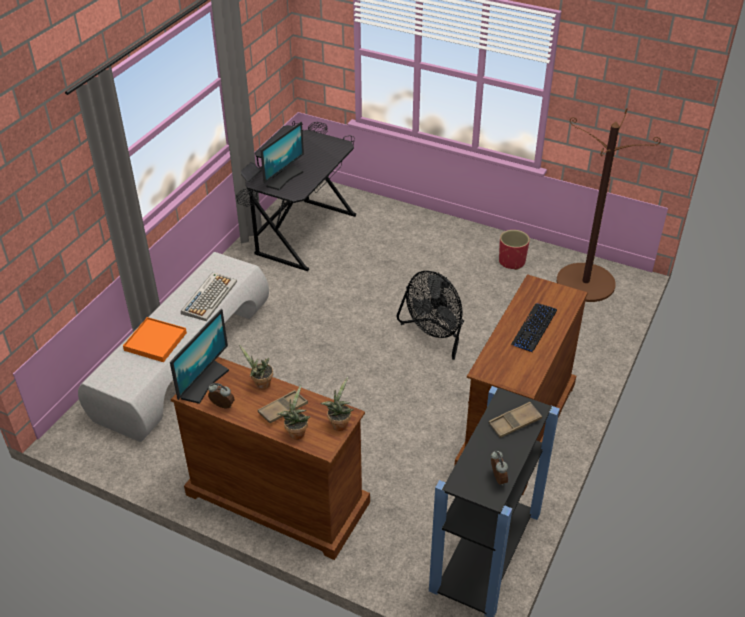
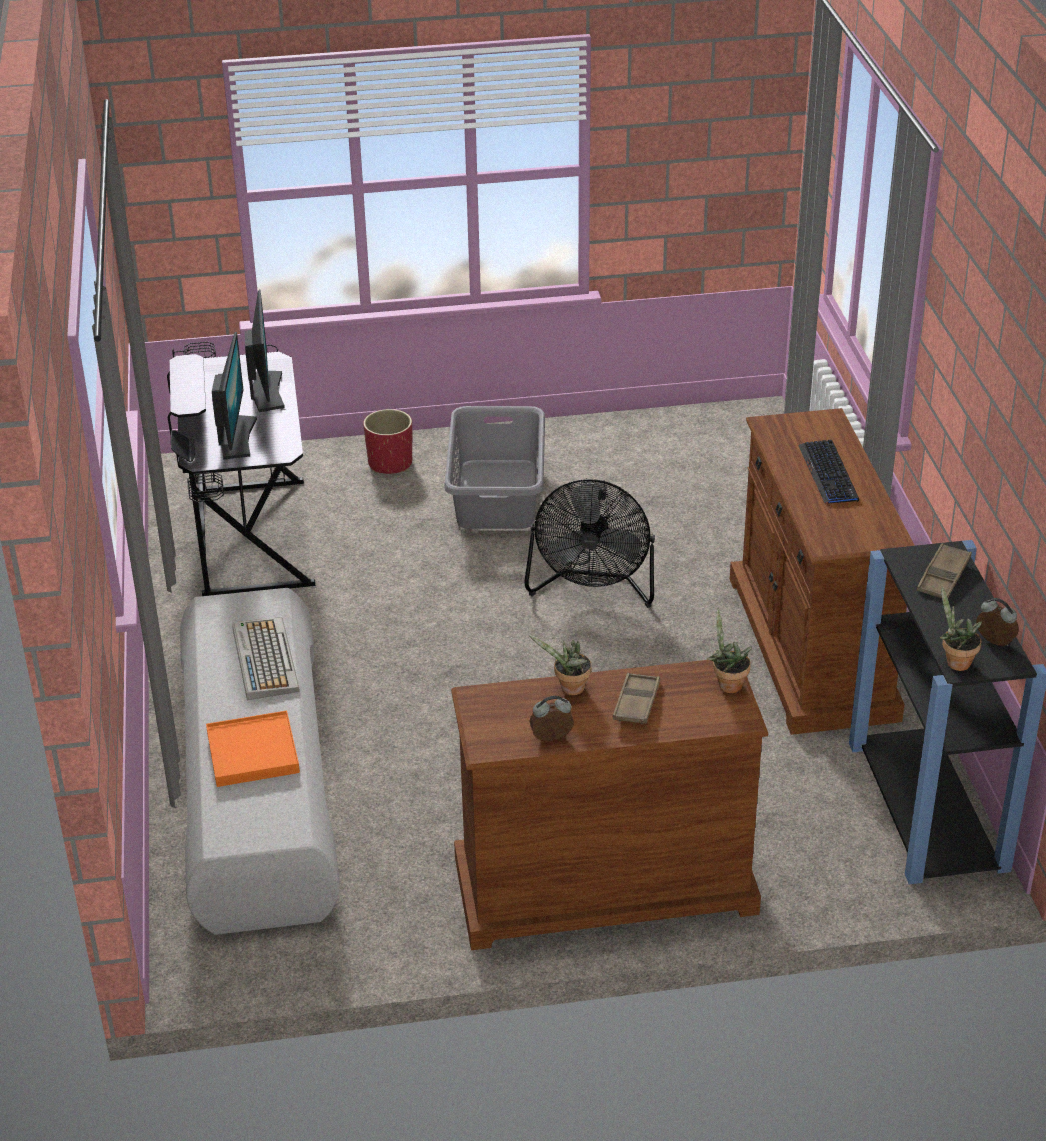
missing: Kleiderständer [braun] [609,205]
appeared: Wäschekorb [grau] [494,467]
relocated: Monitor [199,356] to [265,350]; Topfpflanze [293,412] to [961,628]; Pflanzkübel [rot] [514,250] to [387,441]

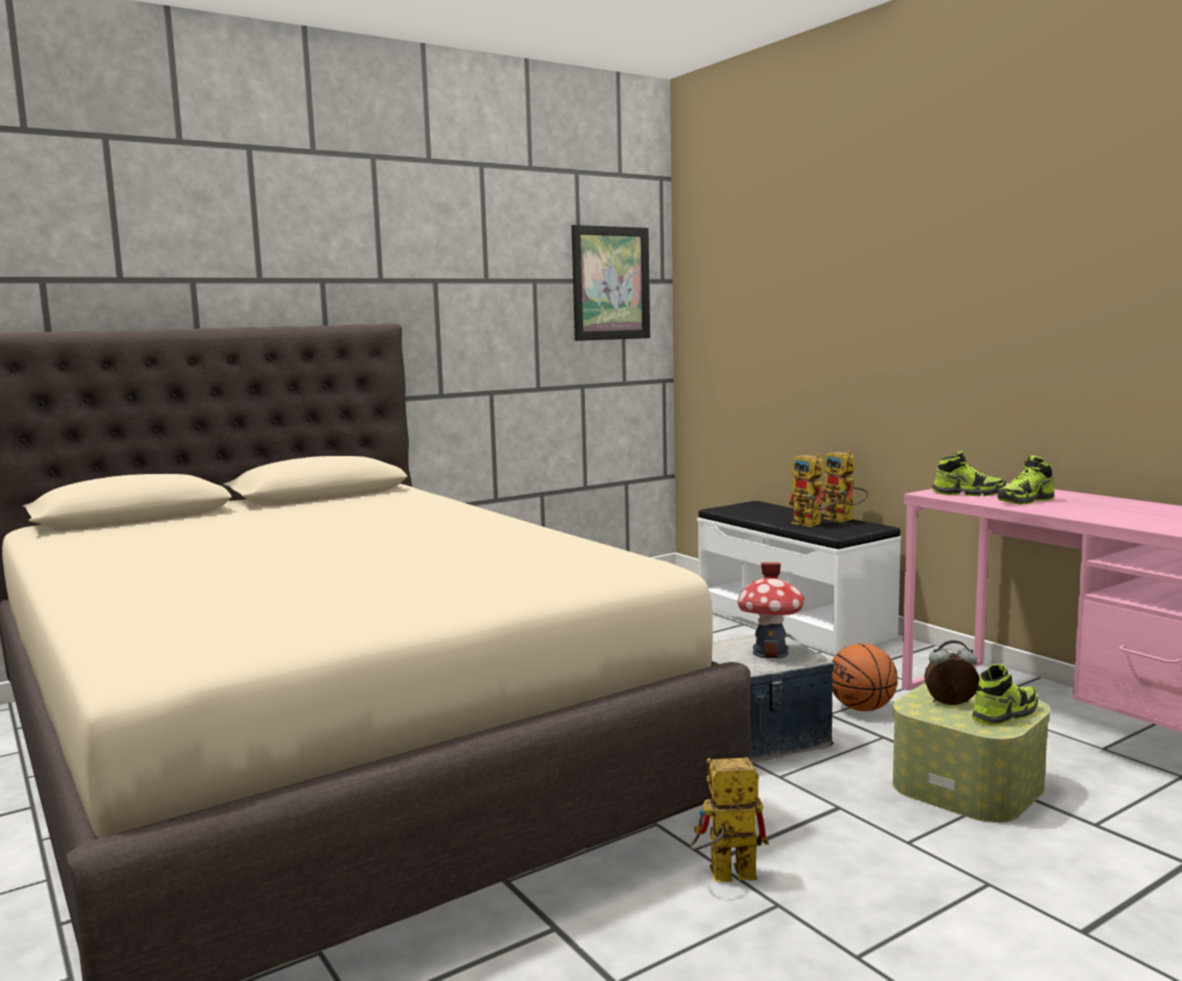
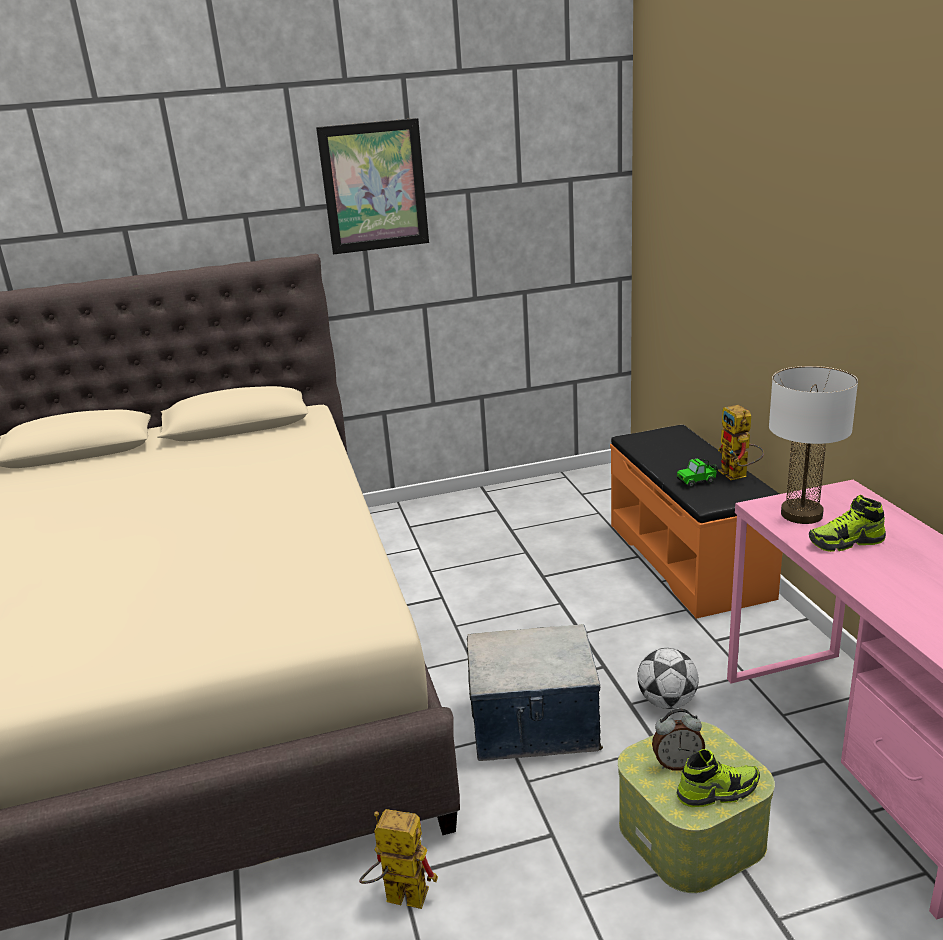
missing: Spielzeughaus [771,610]
relocated: Bild [610,283] to [372,186]
exchanged: Spielzeugroboter [812,490] to Spielzeugauto [697,473]; Basketball [865,677] to Fußball [668,678]; Schuh [969,474] to Tischlampe [813,445]
colour: Bank [weiß] [799,578] to Bank [orange] [696,522]
spun: Wecker [951,672] = [678,740] 150 degrees clockwise

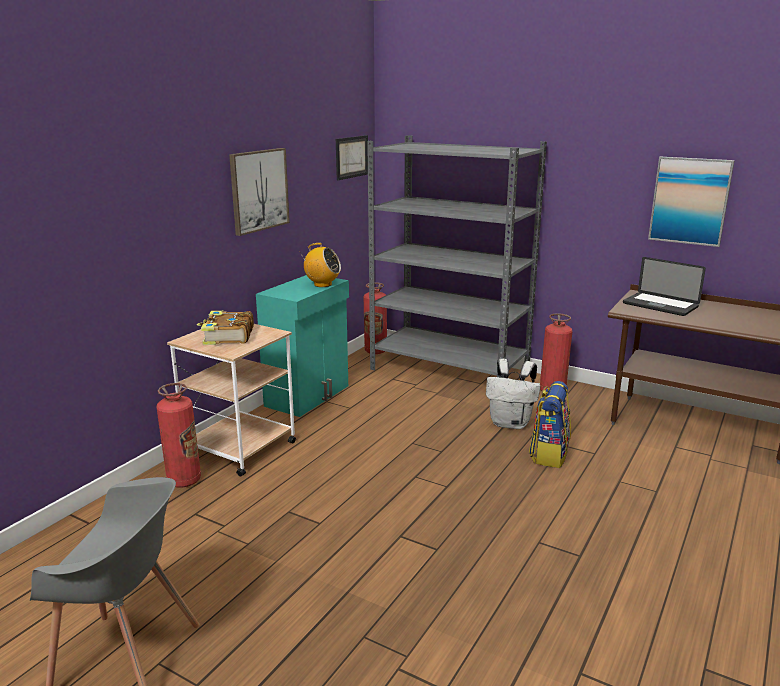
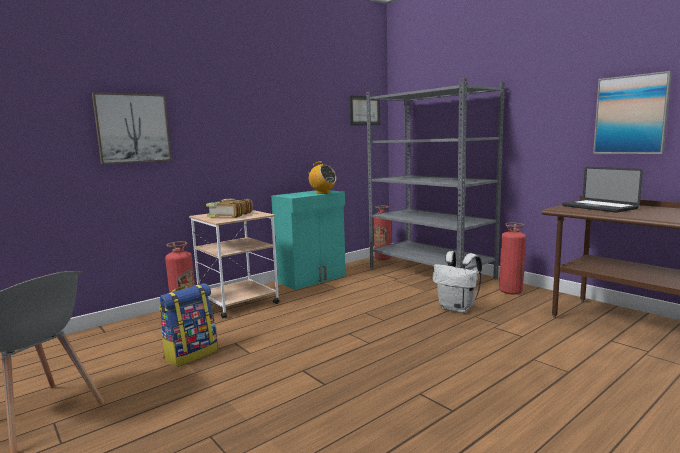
relocated: Bild [259,192] to [131,128]; Rucksack [550,424] to [188,325]

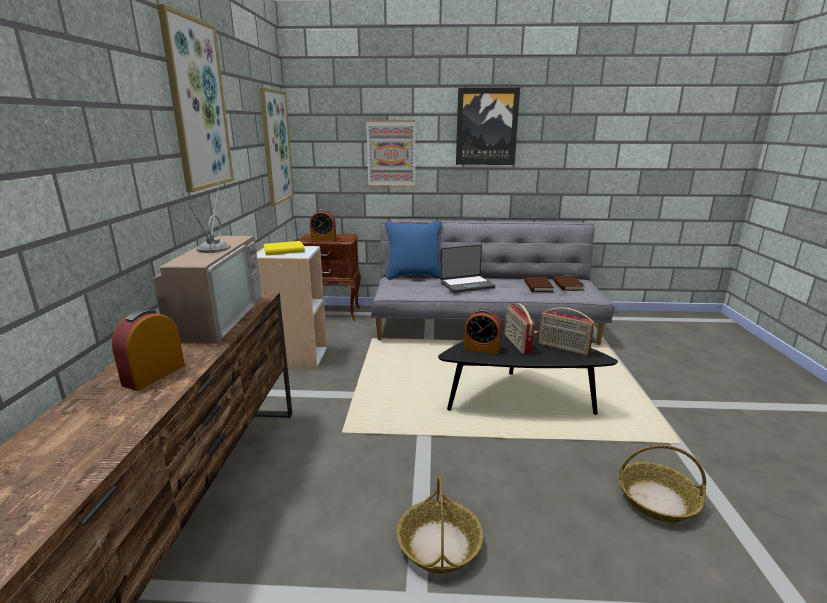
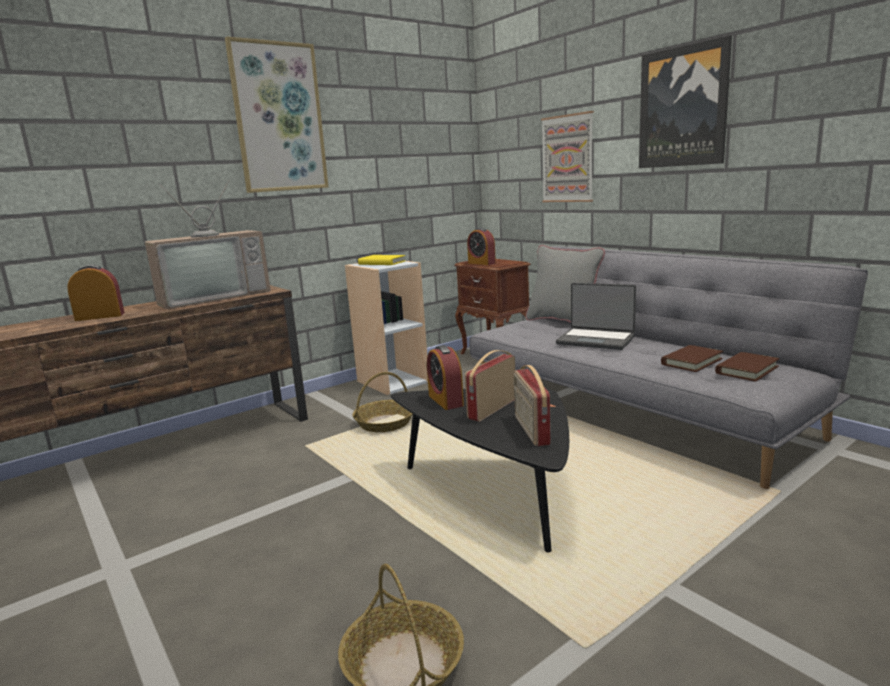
missing: Bild [276,147]
relocated: Korb [440,524] to [383,402]
colour: Kissen [blau] [413,250] to Kissen [grau] [565,284]

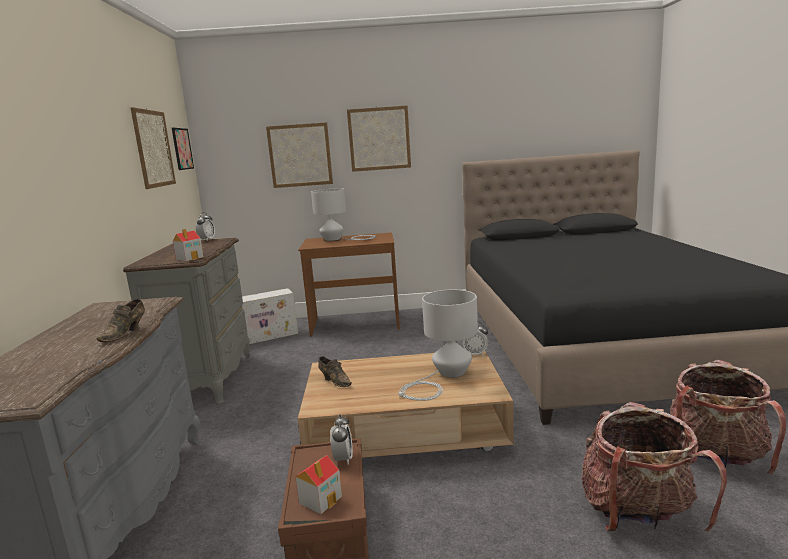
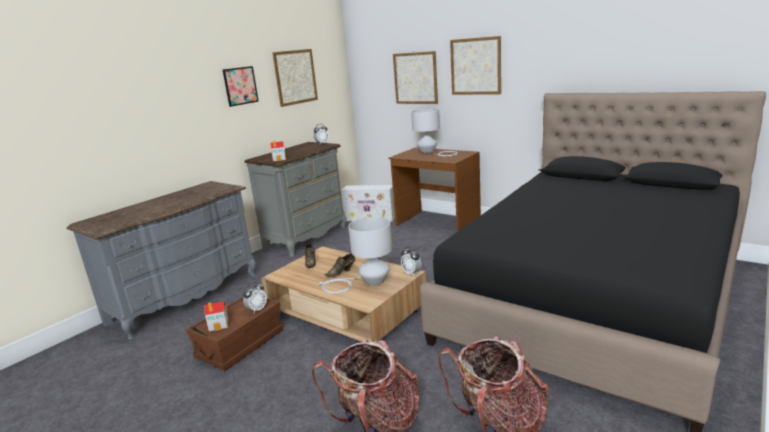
relocated: Schuh [braun] [120,320] to [339,265]; Bild [183,149] to [241,86]

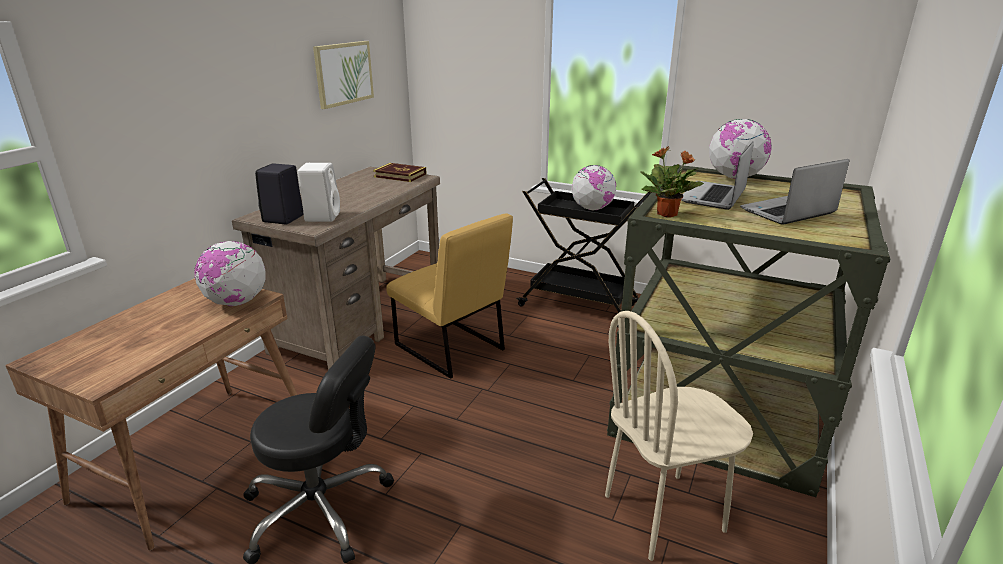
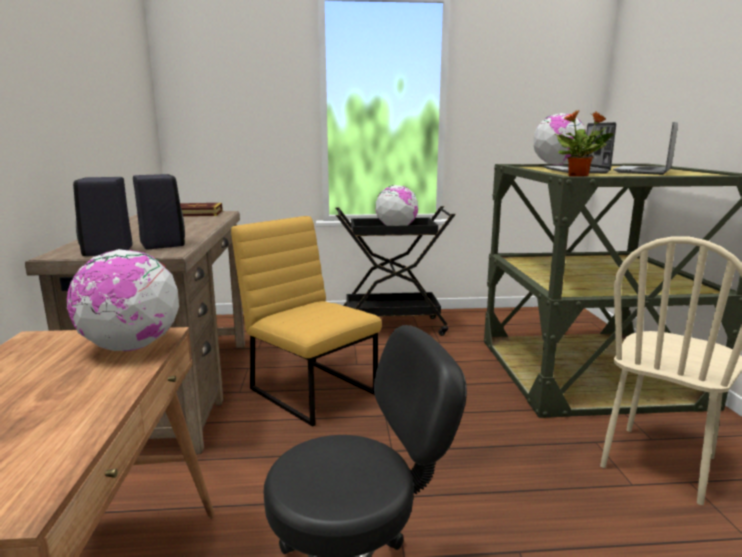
missing: Bild [343,75]
colour: Lautsprecher [weiß] [319,192] to Lautsprecher [schwarz] [159,211]
spun: Stuhl [gelb] [449,296] = [306,321] 150 degrees counterclockwise

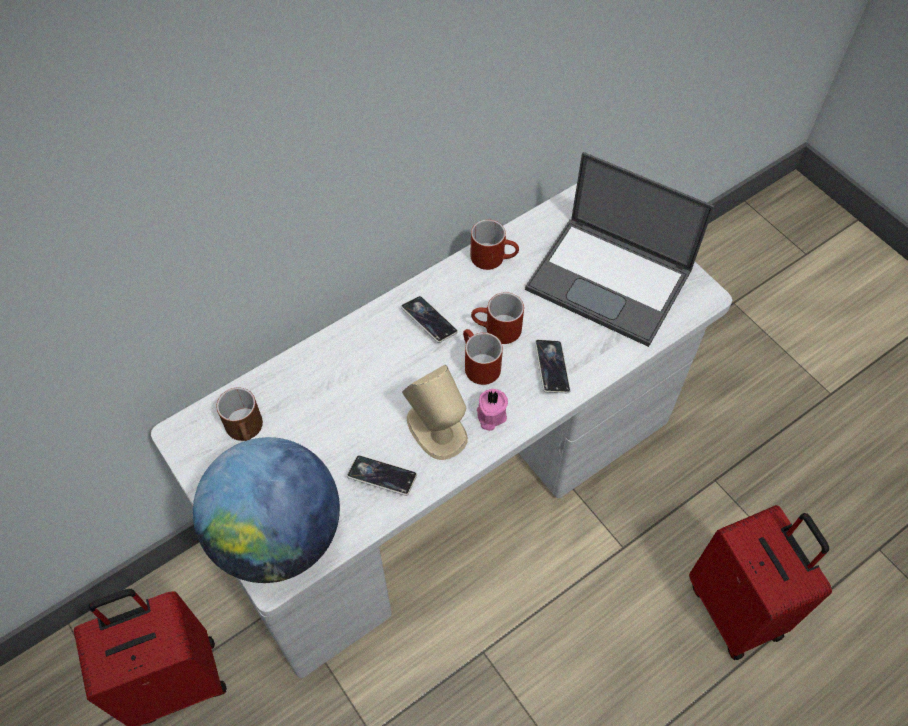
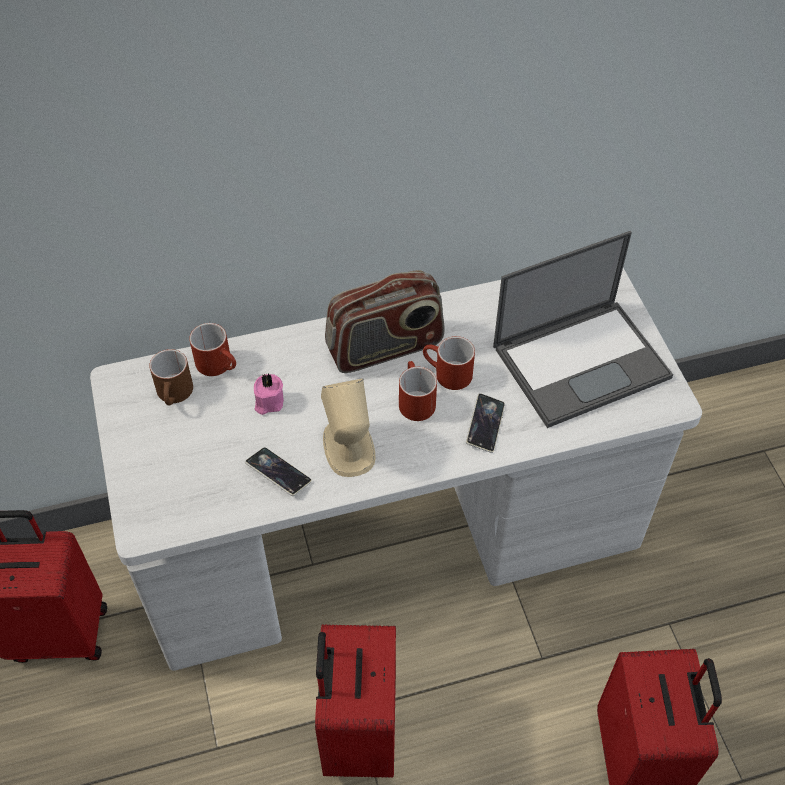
missing: Globus [266,510]
appeared: Koffer [rot] [355,701]
relocated: Henkelbecher [rot] [494,244] to [212,349]; Kerze [rosa] [492,410] to [269,394]
exchanged: Handy [429,319] to Radio [385,321]
spun: Laptop [619,249] = [583,329] 75 degrees counterclockwise

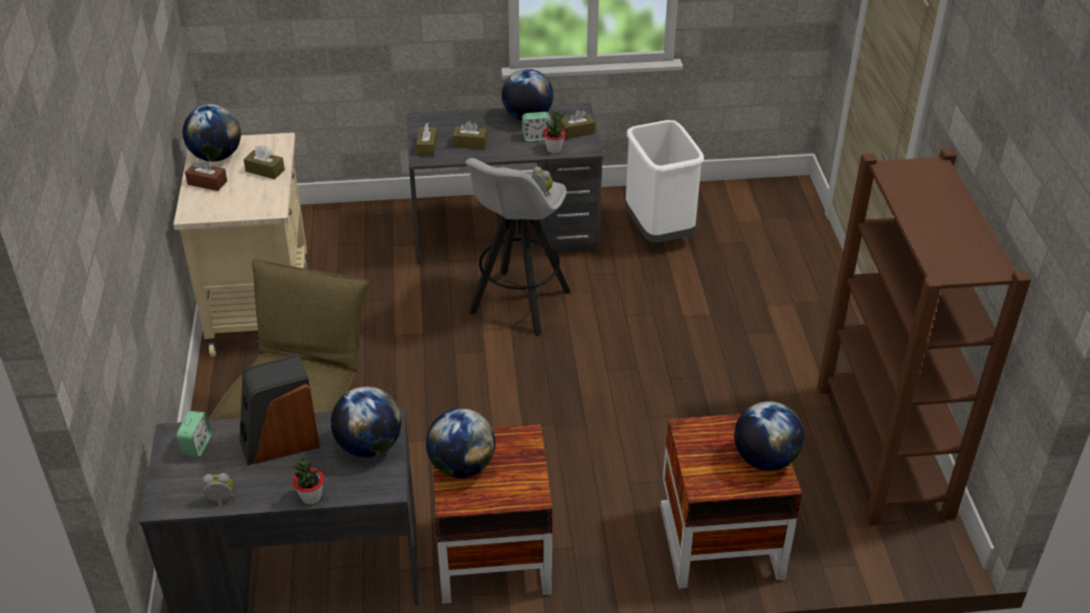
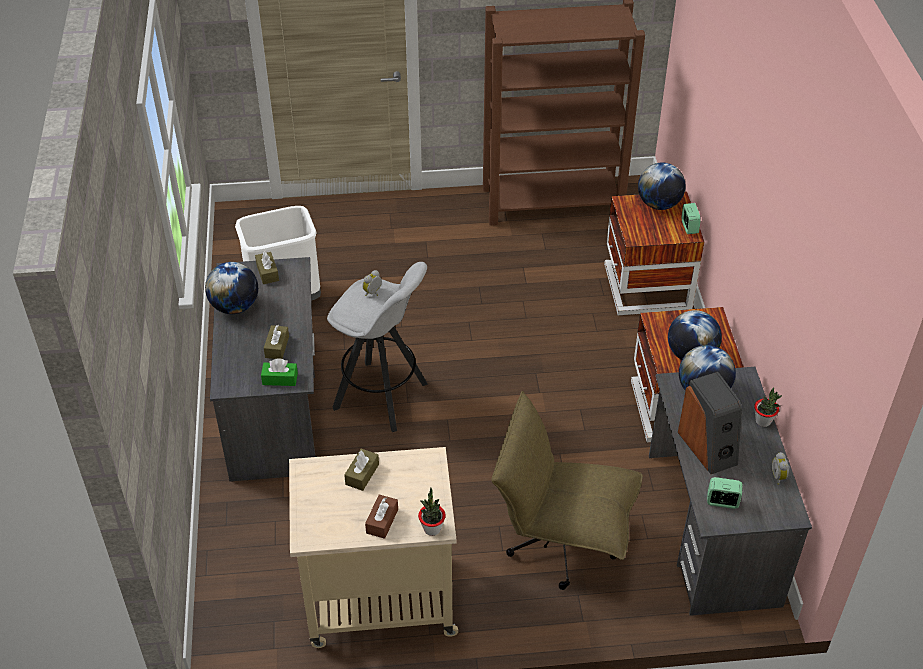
missing: Globus [212,133]
relocated: Wecker [536,126] to [691,218]; Topfpflanze [554,132] to [432,512]
colour: Taschentuchbox [braun] [426,140] to Taschentuchbox [grün] [279,372]

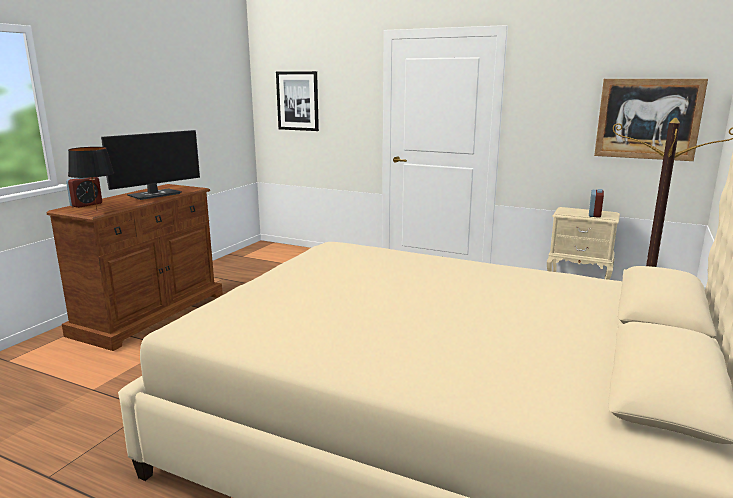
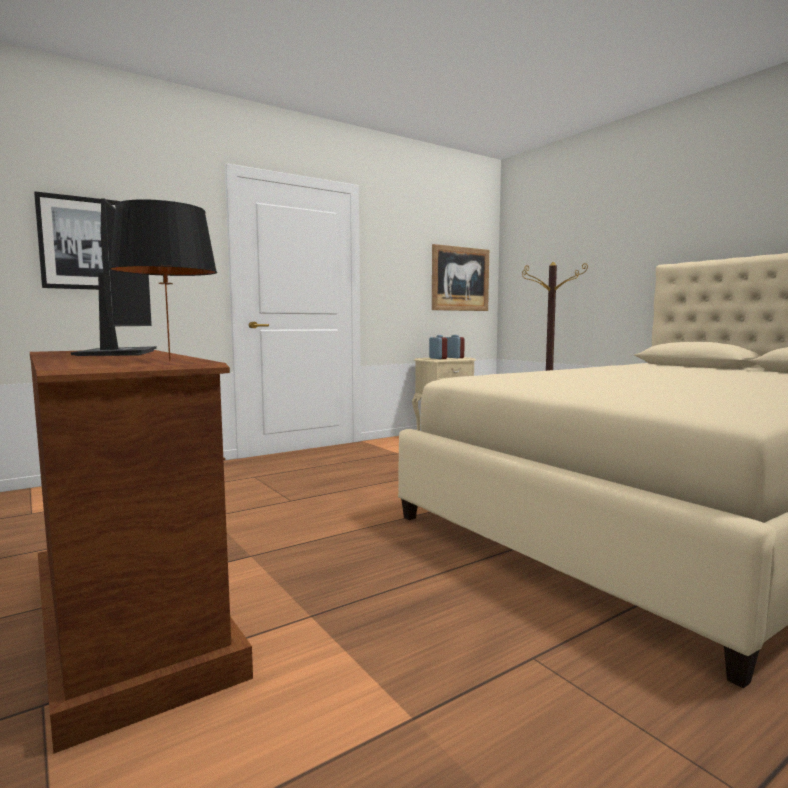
relocated: Wecker [84,192] to [438,347]

